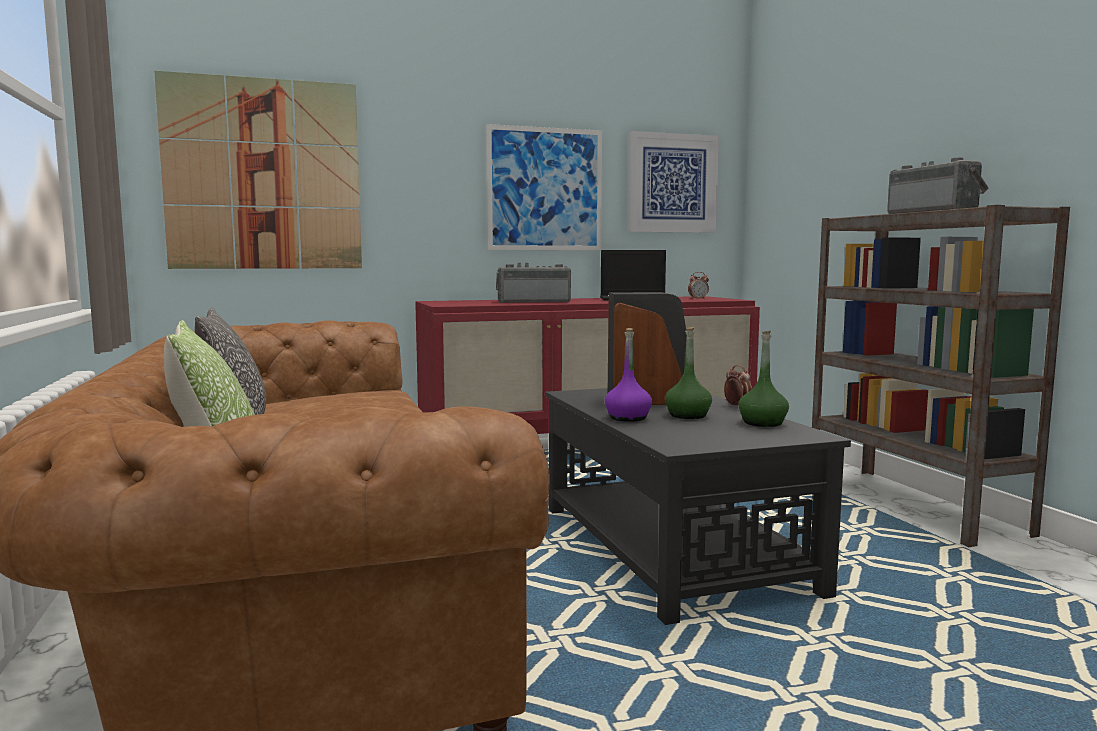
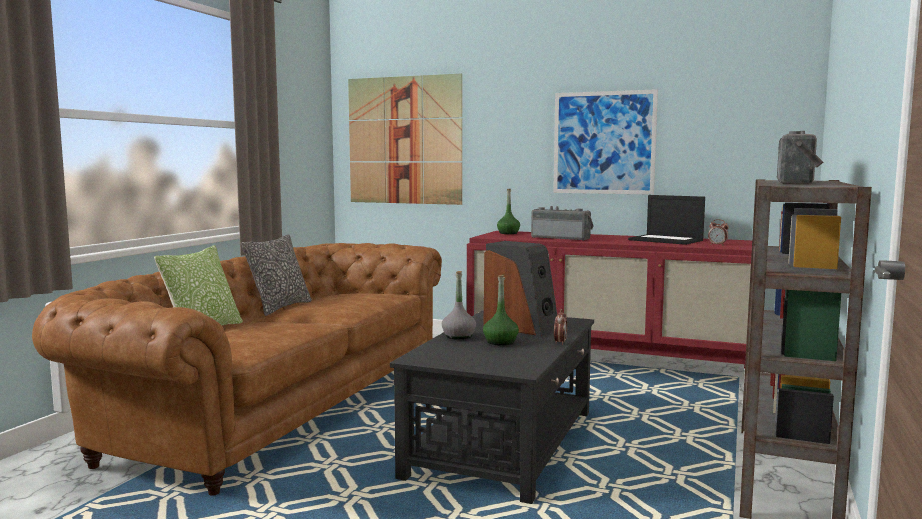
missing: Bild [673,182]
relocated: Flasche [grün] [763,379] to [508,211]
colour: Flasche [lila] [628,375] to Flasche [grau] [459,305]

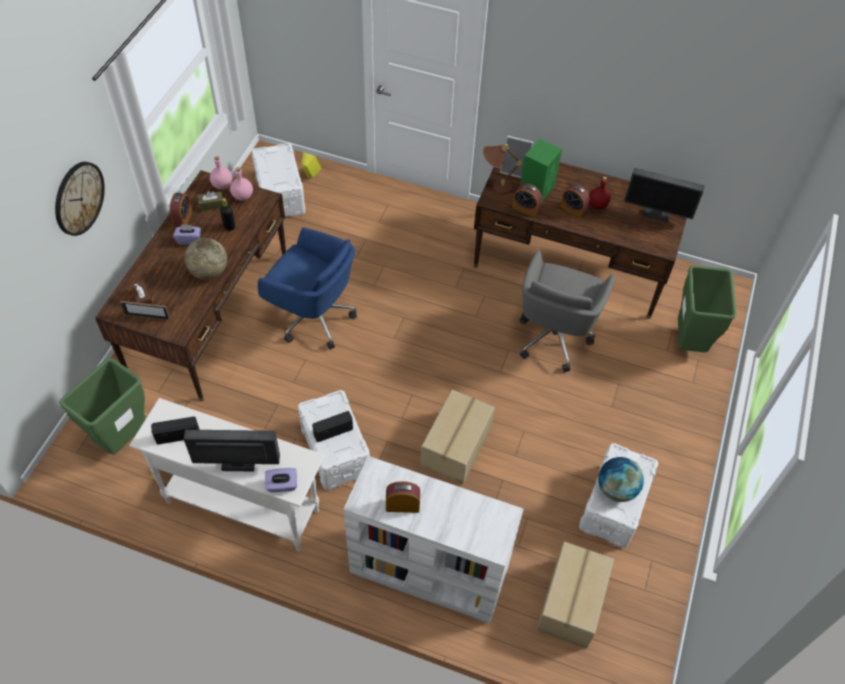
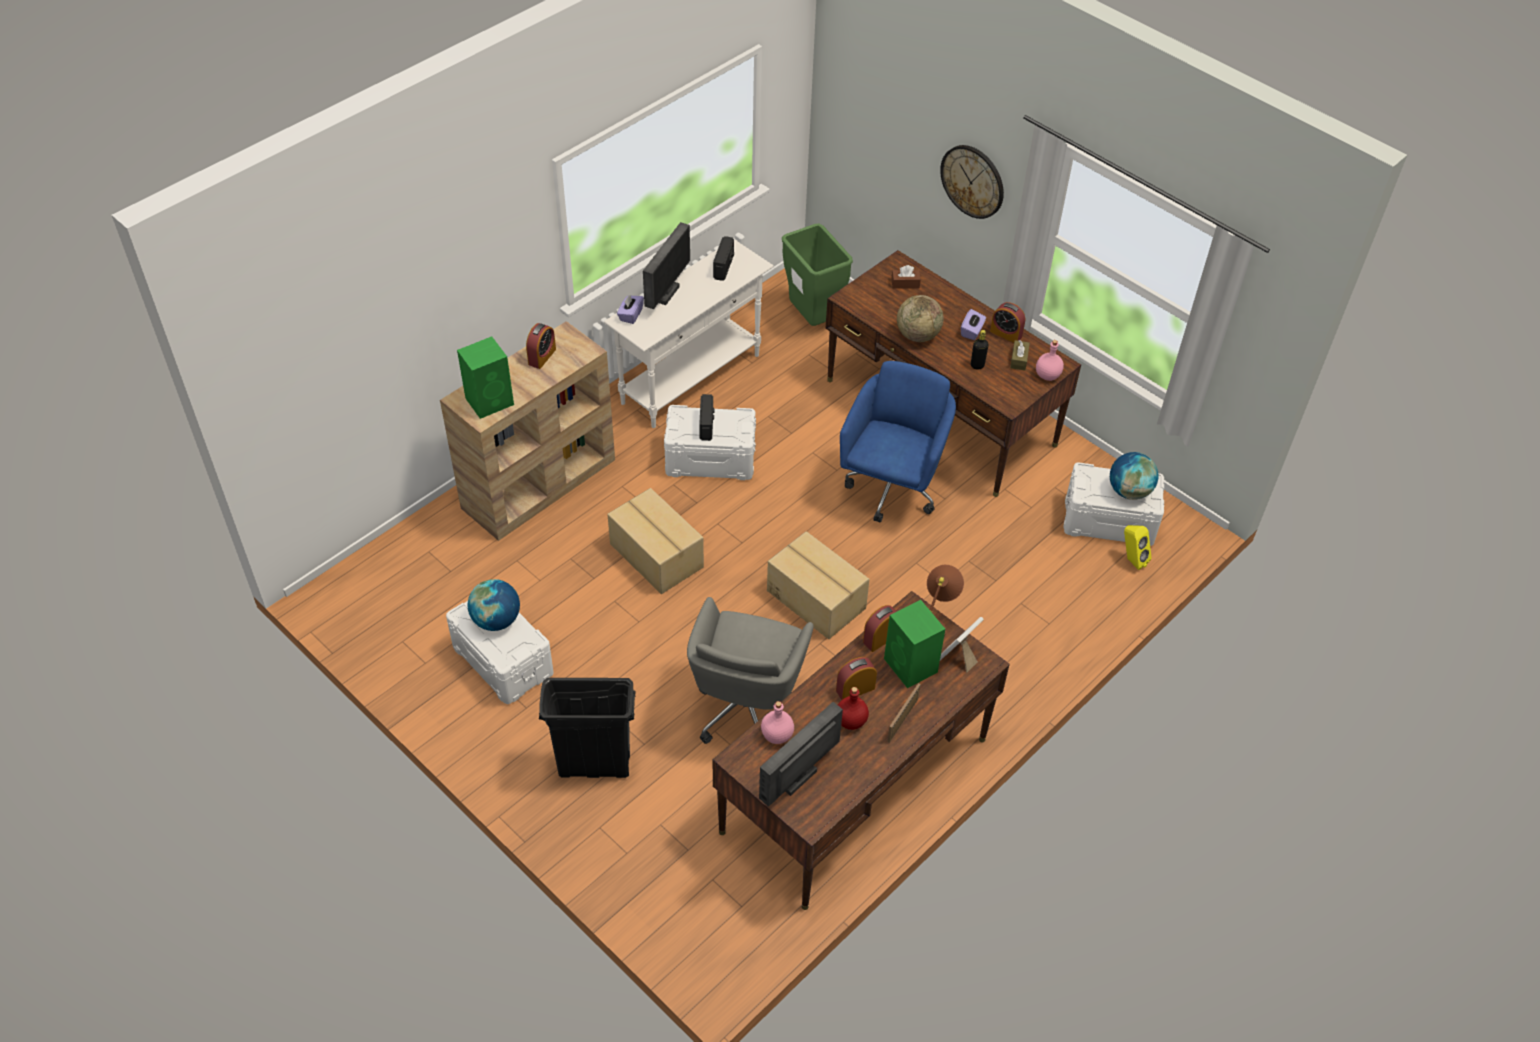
missing: Mülleimer [grün] [707,308]
appeared: Lautsprecher [grün] [485,377]; Mülleimer [schwarz] [587,728]; Globus [1134,476]
relocated: Bilderrahmen [145,310] to [904,713]; Flasche [rosa] [241,184] to [777,722]; Karton [575,594] to [818,585]
colour: Bücherregal [weiß] [433,540] to Bücherregal [braun] [527,431]
spun: Bürostuhl [blau] [307,288] = [898,442] 150 degrees clockwise; Bürostuhl [grau] [567,311] = [750,670] 120 degrees counterclockwise

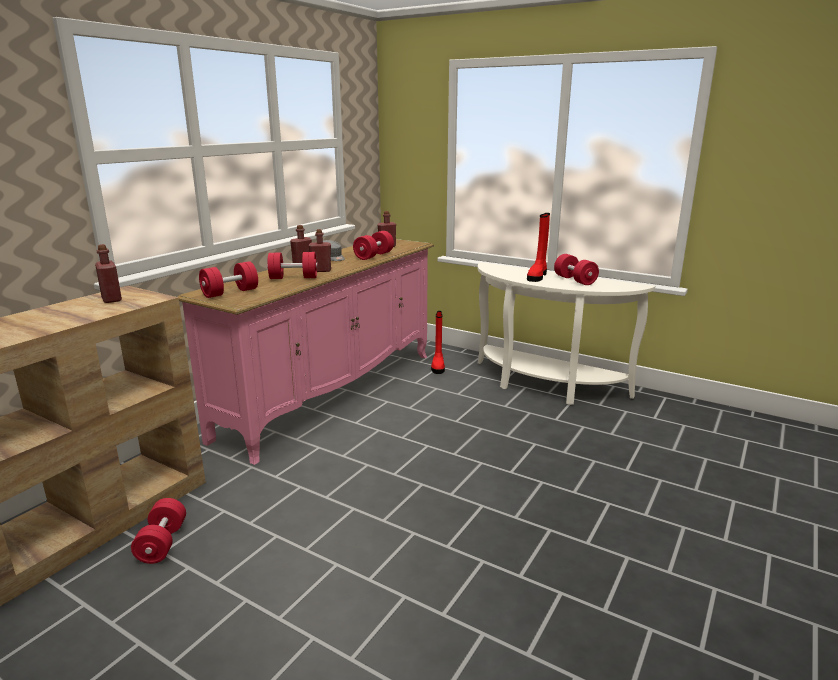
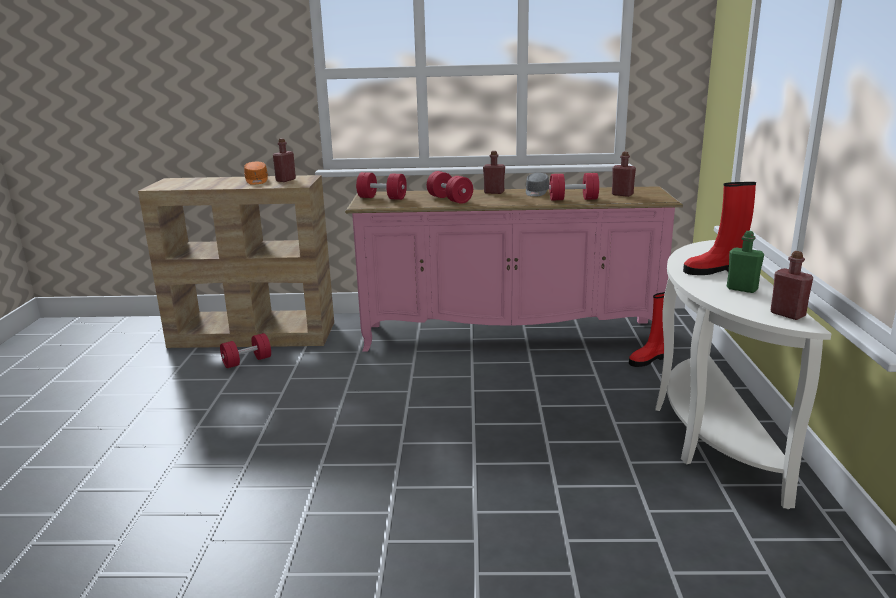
appeared: Kappe [orange] [256,173]
relocated: Flasche [rot] [320,250] to [792,285]
exchanged: Hantel [rot] [576,269] to Flasche [grün] [745,262]

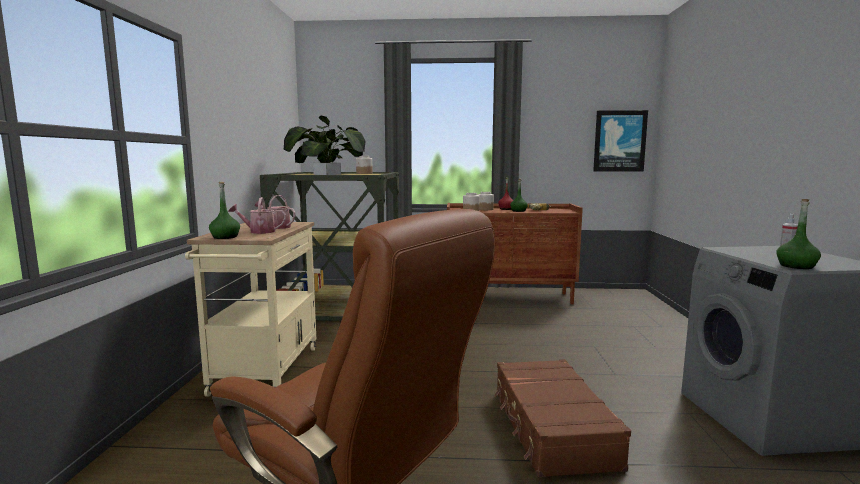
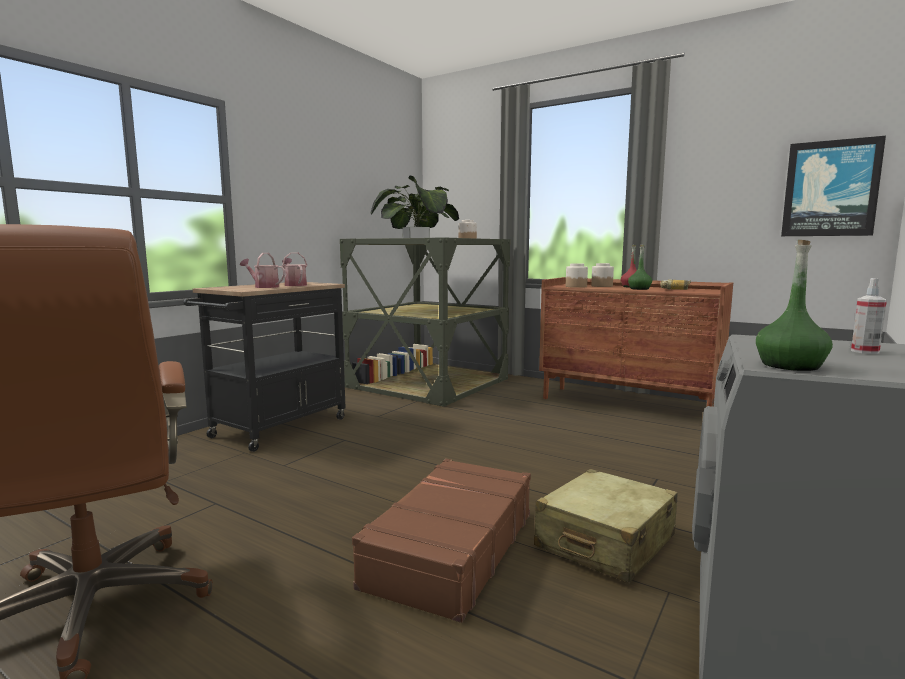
missing: Flasche [grün] [224,210]
appeared: Koffer [beige] [606,526]
colour: Rollwagen [beige] [250,309] to Rollwagen [schwarz] [265,367]

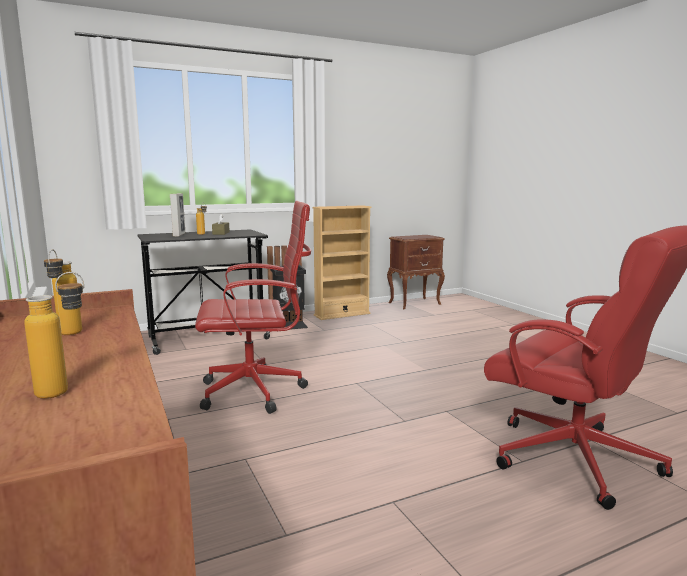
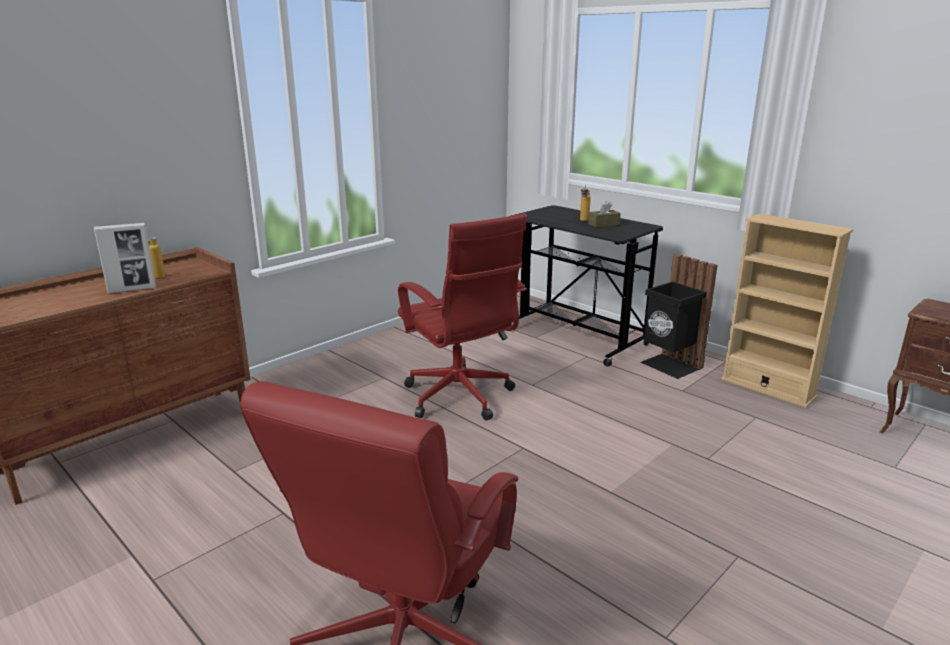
missing: Flasche [54,335]
relocated: Bilderrahmen [177,215] to [125,258]

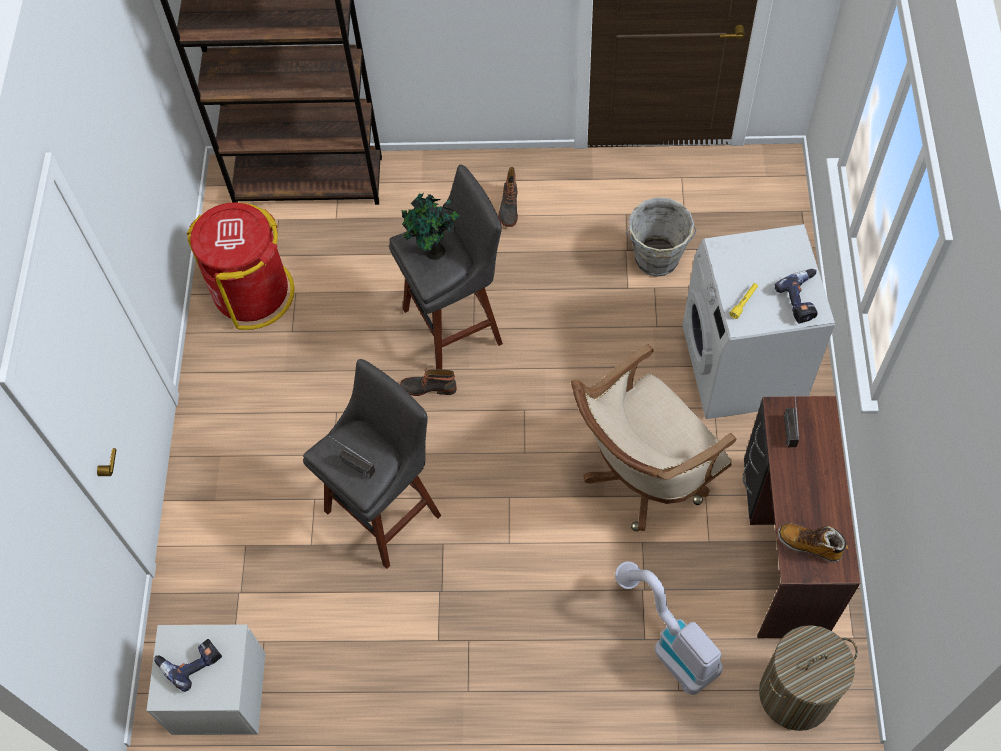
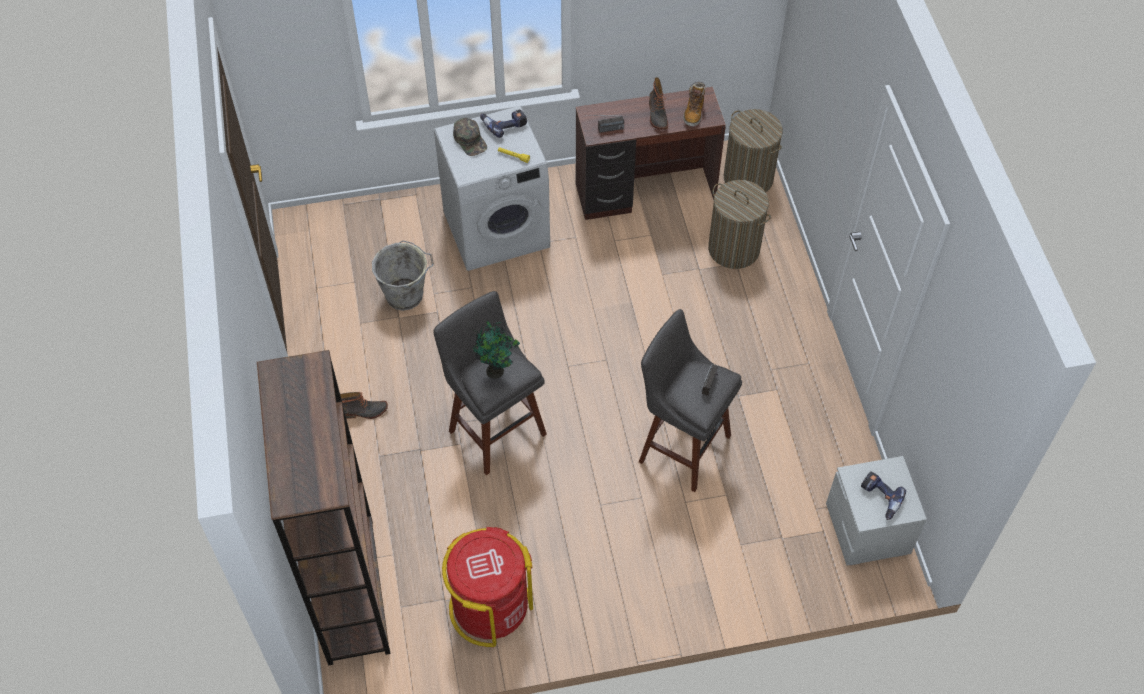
missing: Bürostuhl [654,437]
appeared: Kappe [grün] [470,137]
relocated: Stiefel [428,382] to [658,103]
exchanged: Staubsauger [669,628] to Wäschekorb [739,224]

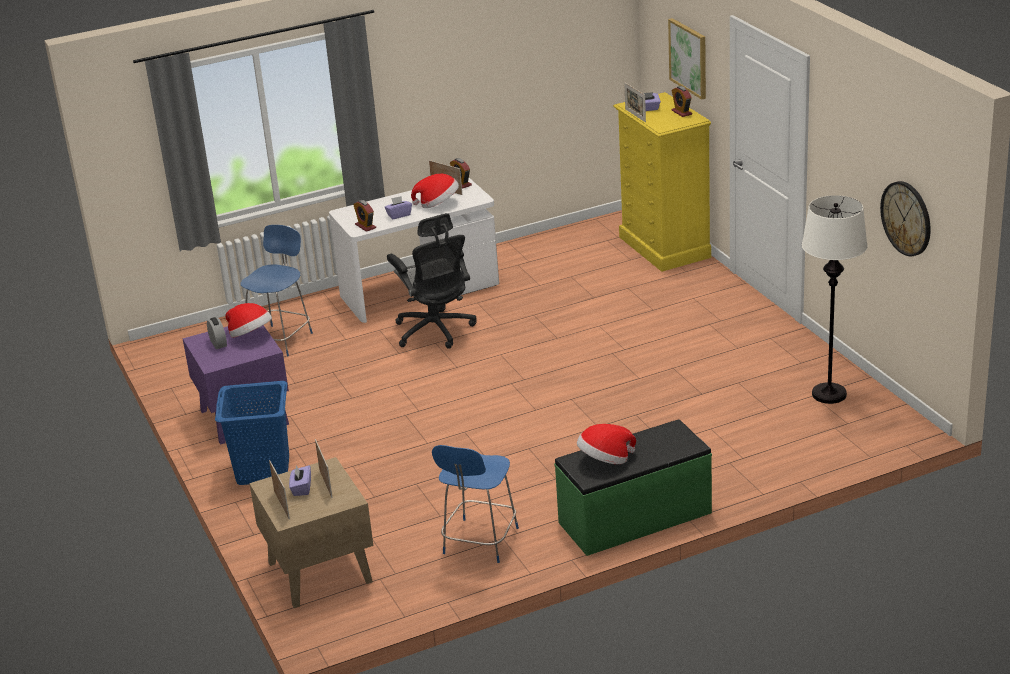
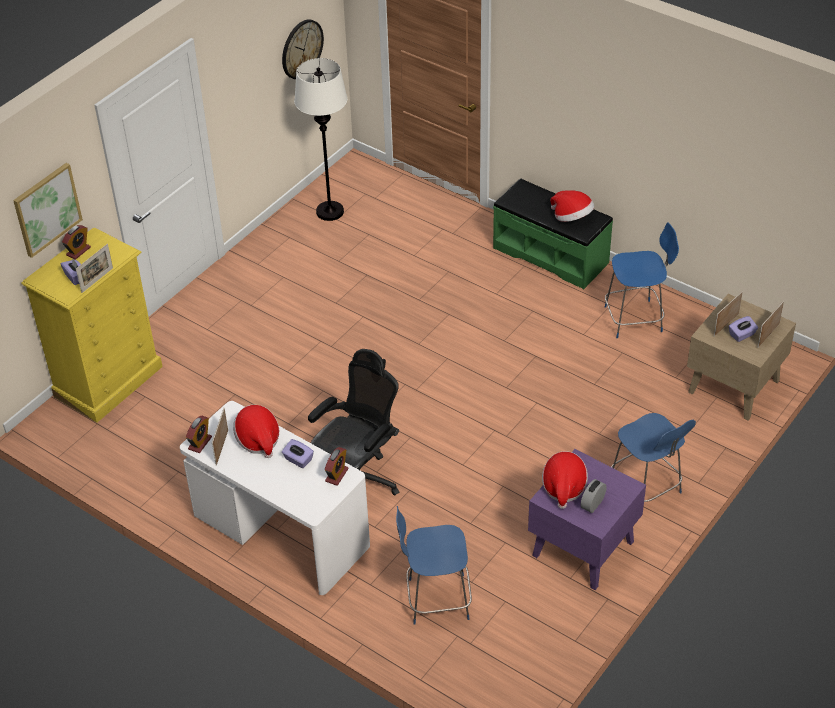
exchanged: Wäschekorb [blau] [252,433] to Stuhl [blau] [653,457]

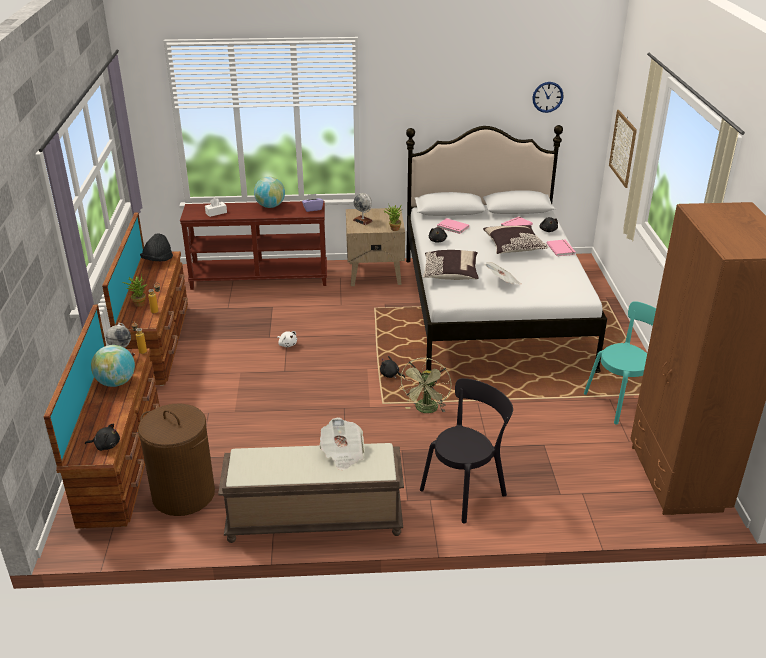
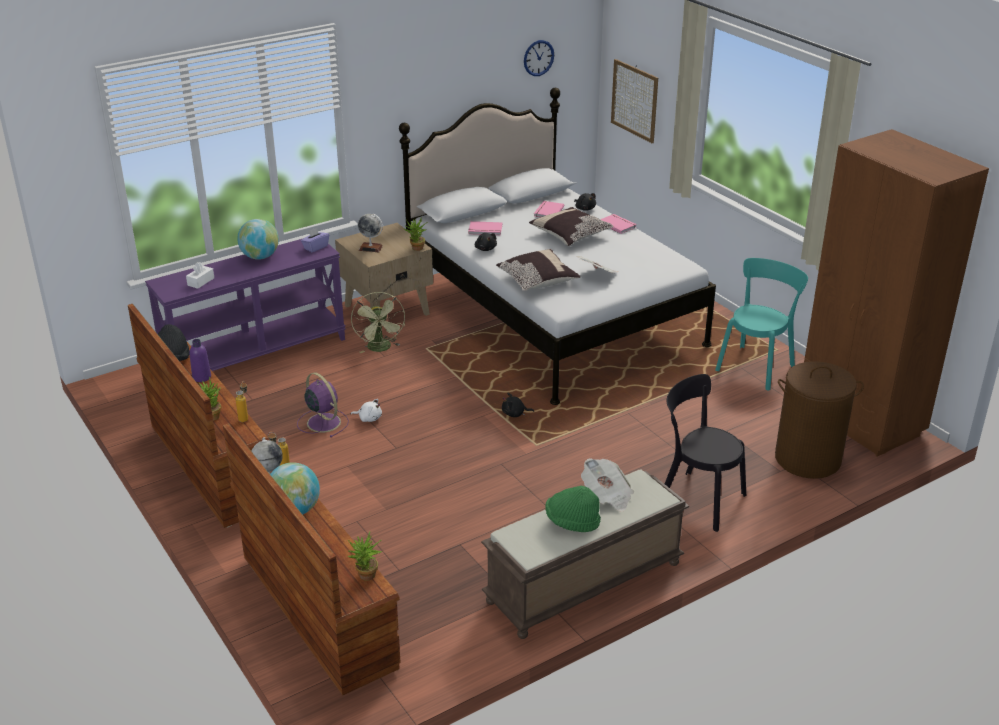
appeared: Flasche [lila] [200,360]; Ventilator [lila] [323,404]; Hut [grün] [573,509]
relocated: Wäschekorb [braun] [176,459] to [819,420]; Ventilator [grün] [425,385] to [378,322]
exchanged: Plüschtier [schwarz] [102,437] to Topfpflanze [365,556]
colour: Konsolentisch [braun] [253,245] to Konsolentisch [lila] [245,305]
spun: Stuhl [schwarz] [466,451] = [705,453] 75 degrees counterclockwise

